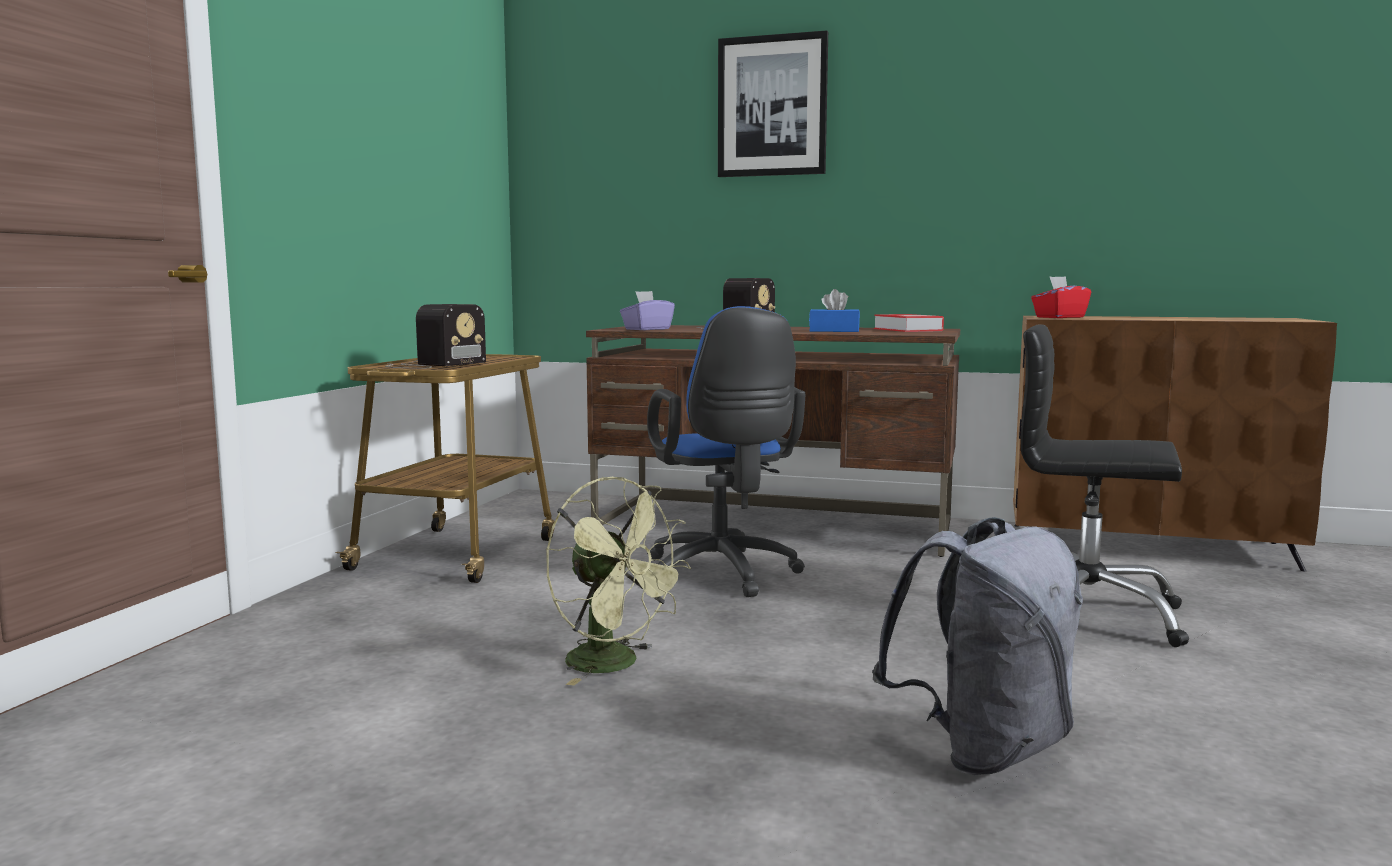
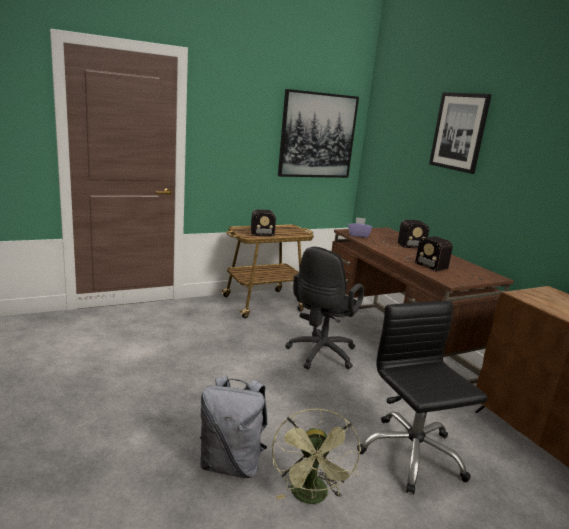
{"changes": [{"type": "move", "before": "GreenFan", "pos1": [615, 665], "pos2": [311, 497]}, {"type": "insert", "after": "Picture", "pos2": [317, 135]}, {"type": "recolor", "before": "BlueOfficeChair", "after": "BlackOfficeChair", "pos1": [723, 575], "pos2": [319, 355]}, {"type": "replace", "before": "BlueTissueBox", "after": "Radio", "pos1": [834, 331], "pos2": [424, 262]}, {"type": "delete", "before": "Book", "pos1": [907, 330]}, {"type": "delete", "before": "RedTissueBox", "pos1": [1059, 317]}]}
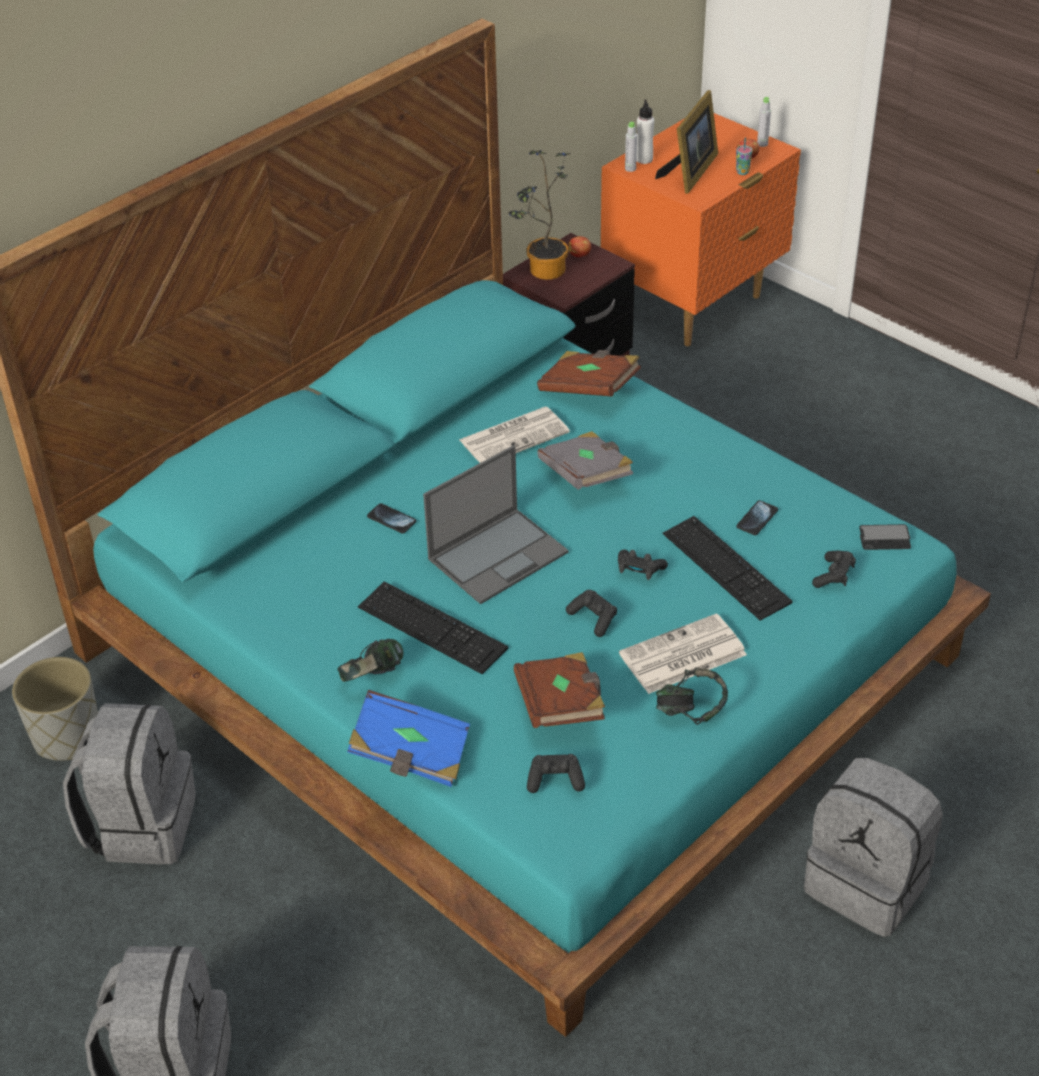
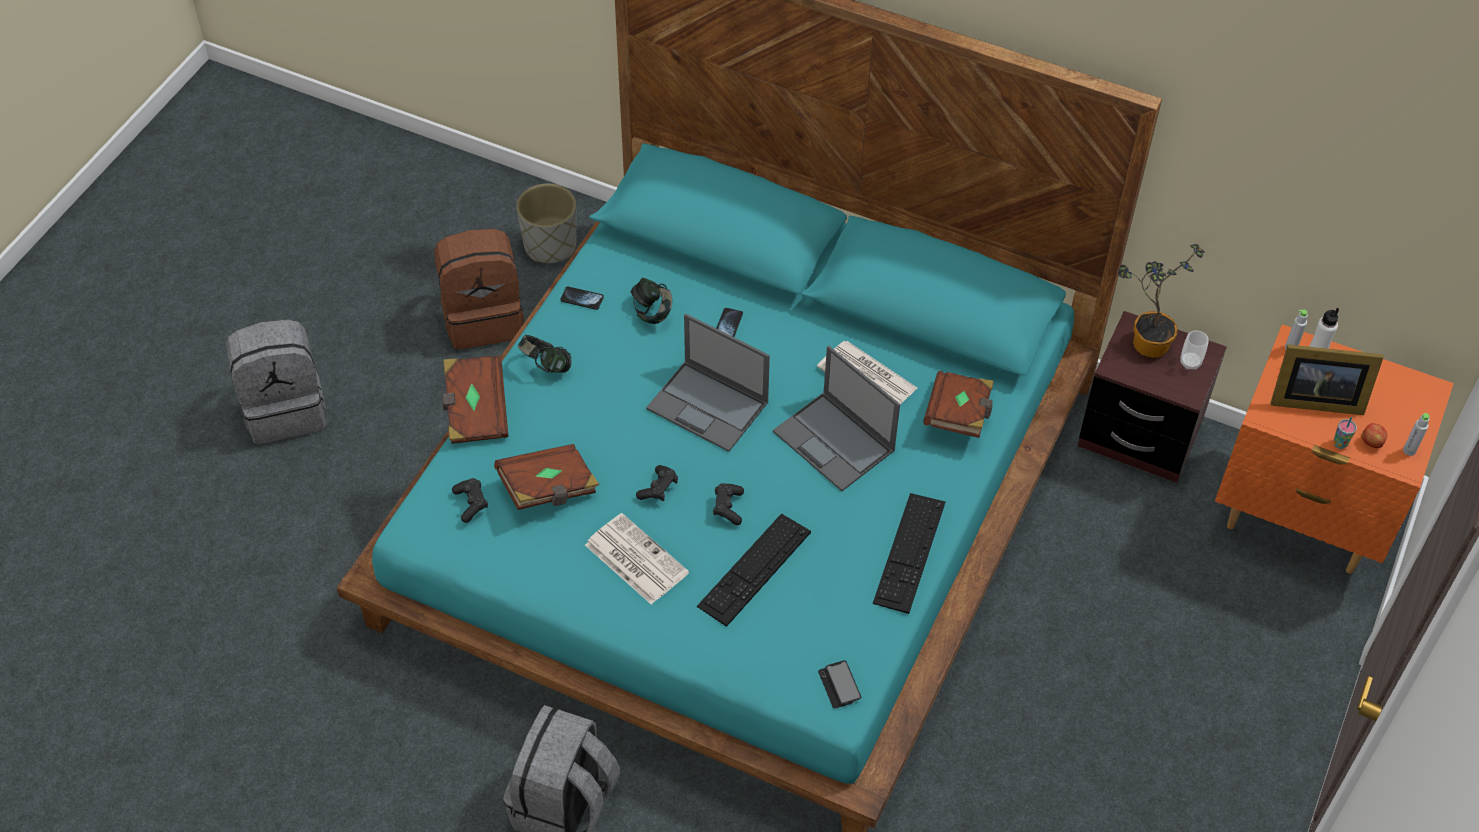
{"changes": [{"type": "recolor", "before": "GreyBackpack", "after": "BrownBackpack", "pos1": [141, 824], "pos2": [484, 318]}, {"type": "recolor", "before": "BlueBook", "after": "BrownBook", "pos1": [410, 755], "pos2": [475, 411]}, {"type": "move", "before": "Phone", "pos1": [757, 519], "pos2": [582, 299]}, {"type": "move", "before": "Headphones", "pos1": [690, 712], "pos2": [652, 312]}, {"type": "replace", "before": "GreyBook", "after": "Laptop", "pos1": [586, 476], "pos2": [835, 442]}, {"type": "move", "before": "Keyboard", "pos1": [431, 627], "pos2": [909, 552]}, {"type": "replace", "before": "Apple", "after": "Cup", "pos1": [579, 255], "pos2": [1190, 363]}, {"type": "delete", "before": "BlackGameController", "pos1": [834, 576]}]}
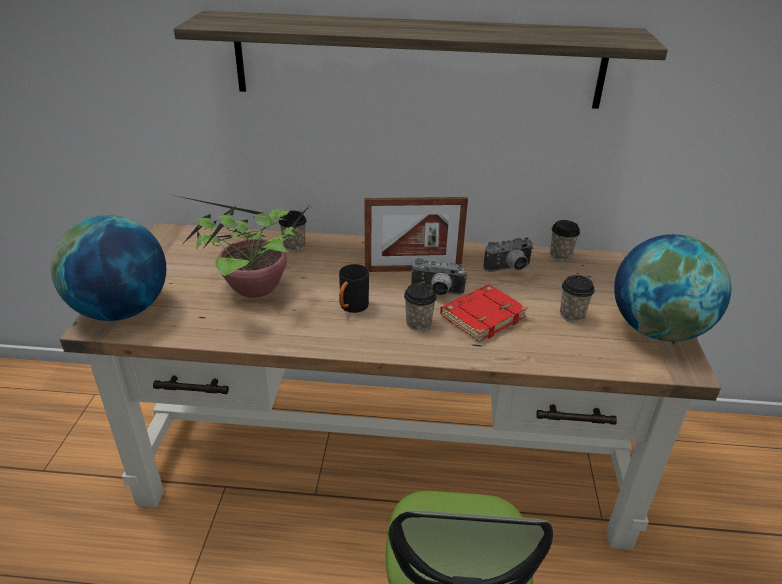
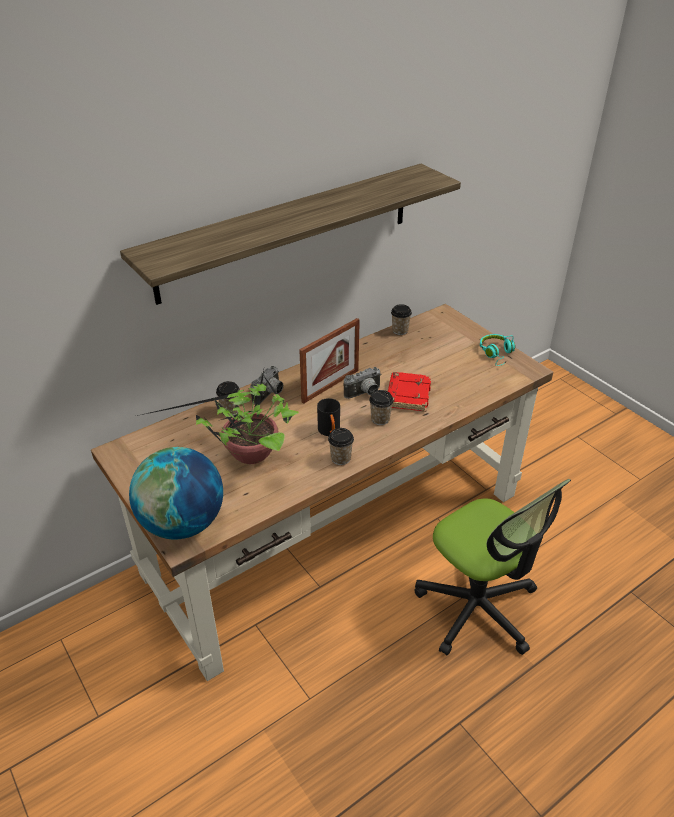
{"changes": [{"type": "move", "before": "PhotoCamera", "pos1": [509, 269], "pos2": [270, 395]}, {"type": "move", "before": "Cup", "pos1": [572, 315], "pos2": [340, 458]}, {"type": "replace", "before": "Globe", "after": "TurquoiseHeadphones", "pos1": [657, 330], "pos2": [497, 354]}]}
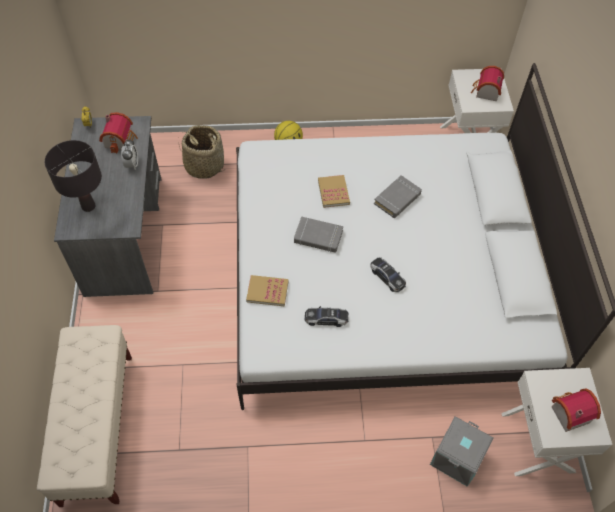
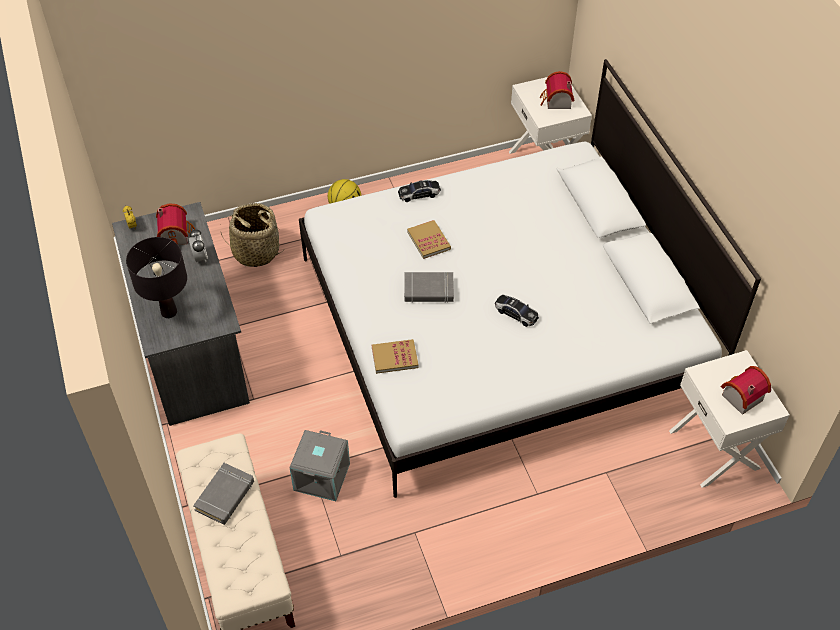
{"changes": [{"type": "move", "before": "GreyBook", "pos1": [397, 199], "pos2": [225, 496]}, {"type": "move", "before": "GreyStorageBox", "pos1": [458, 458], "pos2": [322, 477]}, {"type": "move", "before": "ToyCar", "pos1": [326, 319], "pos2": [419, 194]}]}
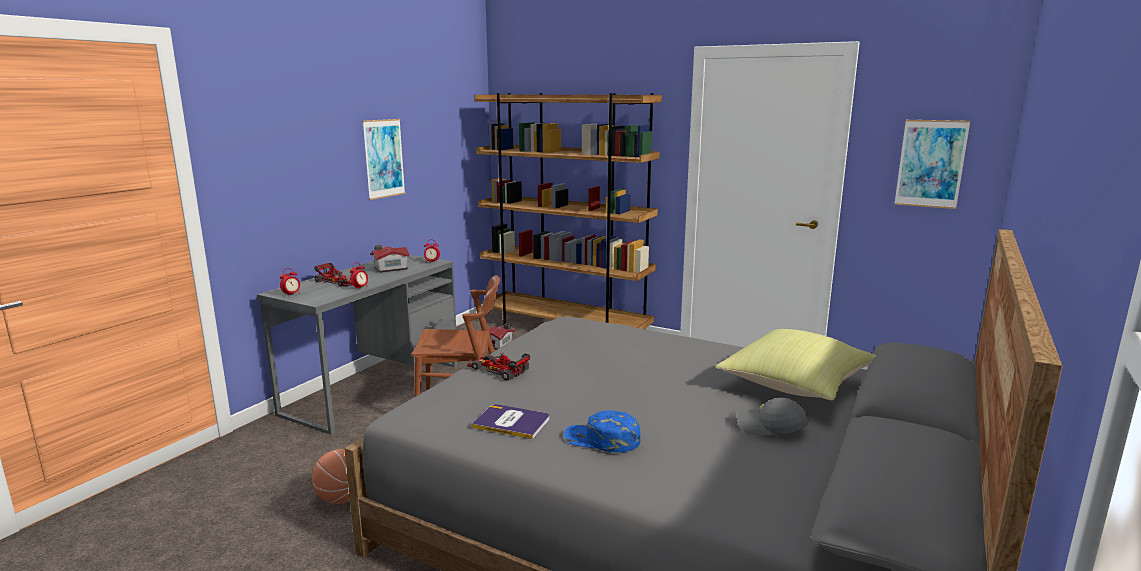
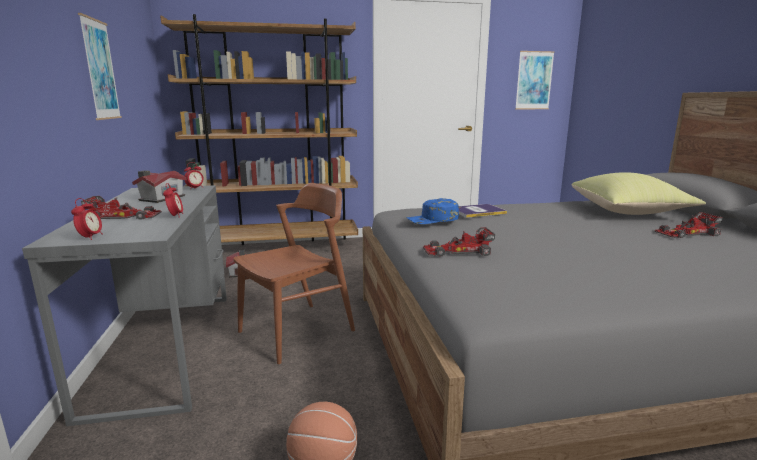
{"changes": [{"type": "move", "before": "BlueCap", "pos1": [602, 439], "pos2": [433, 219]}, {"type": "move", "before": "Book", "pos1": [512, 422], "pos2": [477, 211]}, {"type": "replace", "before": "GreyCap", "after": "ToyCar", "pos1": [770, 427], "pos2": [686, 233]}]}
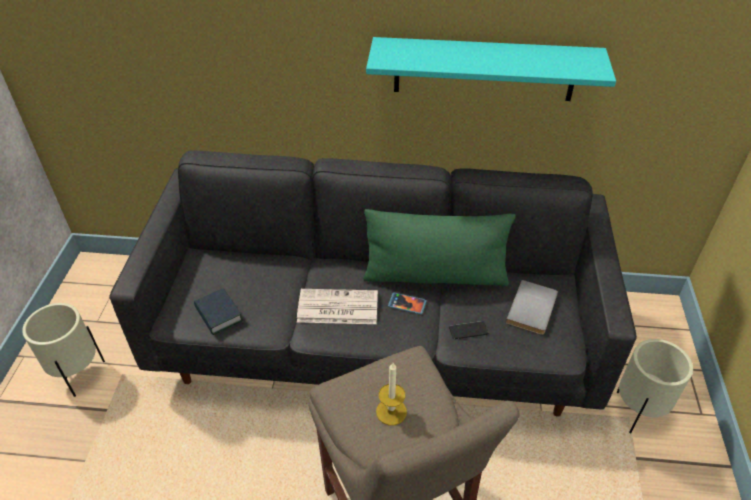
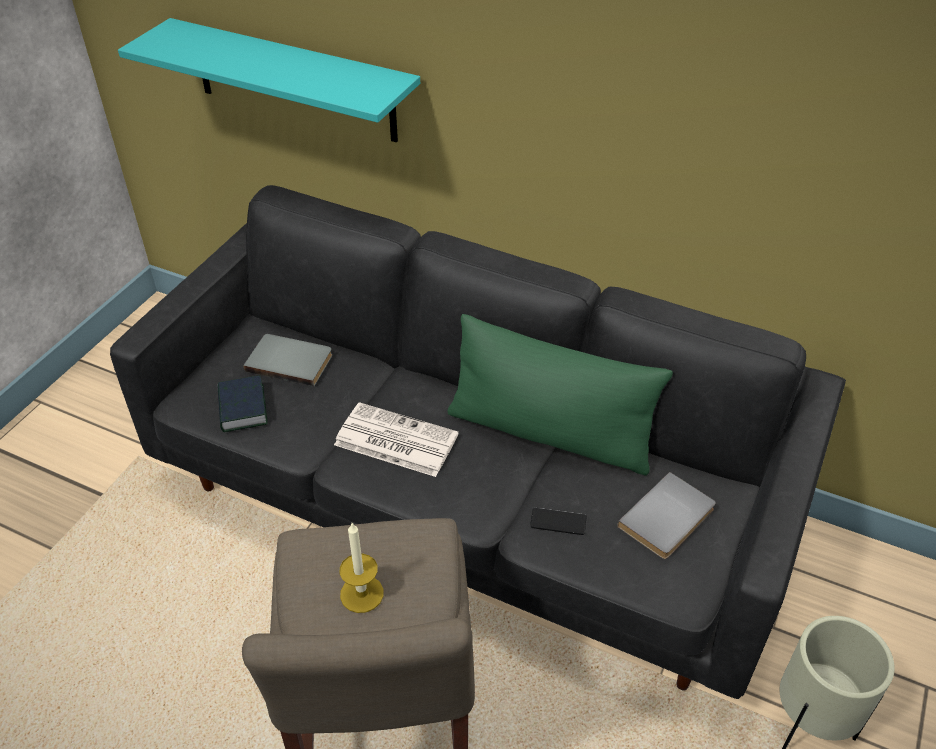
{"changes": [{"type": "move", "before": "TurquoiseShelf", "pos1": [484, 69], "pos2": [294, 81]}, {"type": "insert", "after": "GreyBook", "pos2": [290, 361]}, {"type": "delete", "before": "BeigePlanter", "pos1": [79, 375]}, {"type": "delete", "before": "Phone", "pos1": [407, 304]}]}
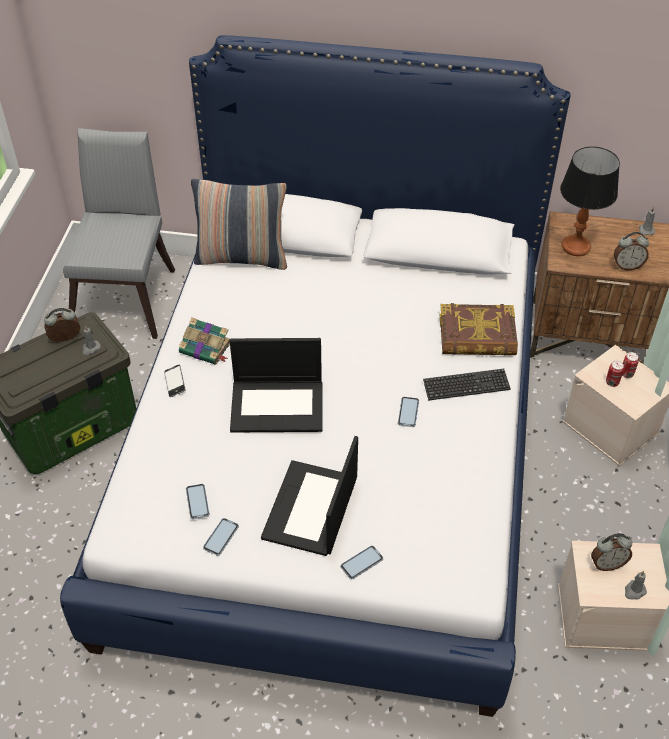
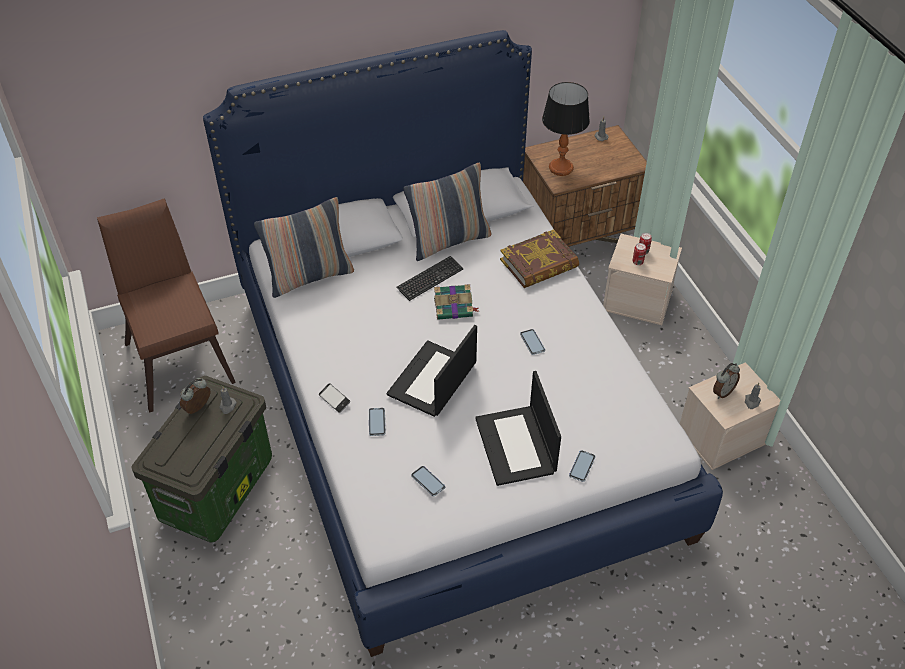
{"changes": [{"type": "recolor", "before": "GreyChair", "after": "BrownChair", "pos1": [126, 294], "pos2": [179, 356]}, {"type": "move", "before": "Phone", "pos1": [221, 537], "pos2": [377, 422]}, {"type": "rotate", "before": "Laptop", "pos1": [278, 405], "pos2": [432, 380], "turn": 150}, {"type": "move", "before": "Keyboard", "pos1": [466, 386], "pos2": [430, 279]}, {"type": "insert", "after": "Pillow", "pos2": [449, 241]}, {"type": "move", "before": "Book", "pos1": [206, 348], "pos2": [454, 308]}, {"type": "delete", "before": "AlarmClock", "pos1": [627, 266]}]}
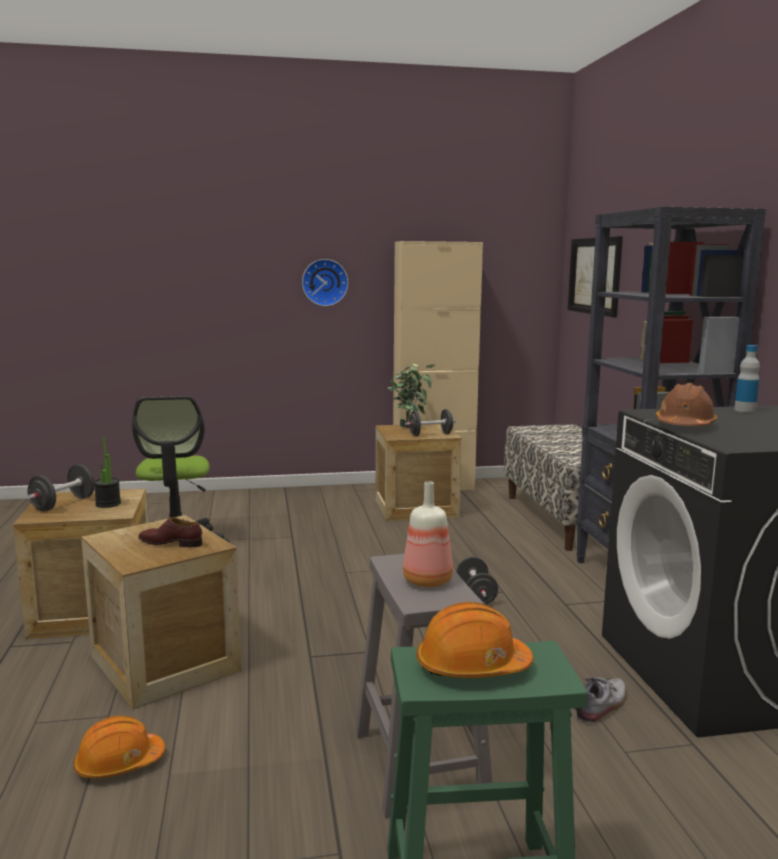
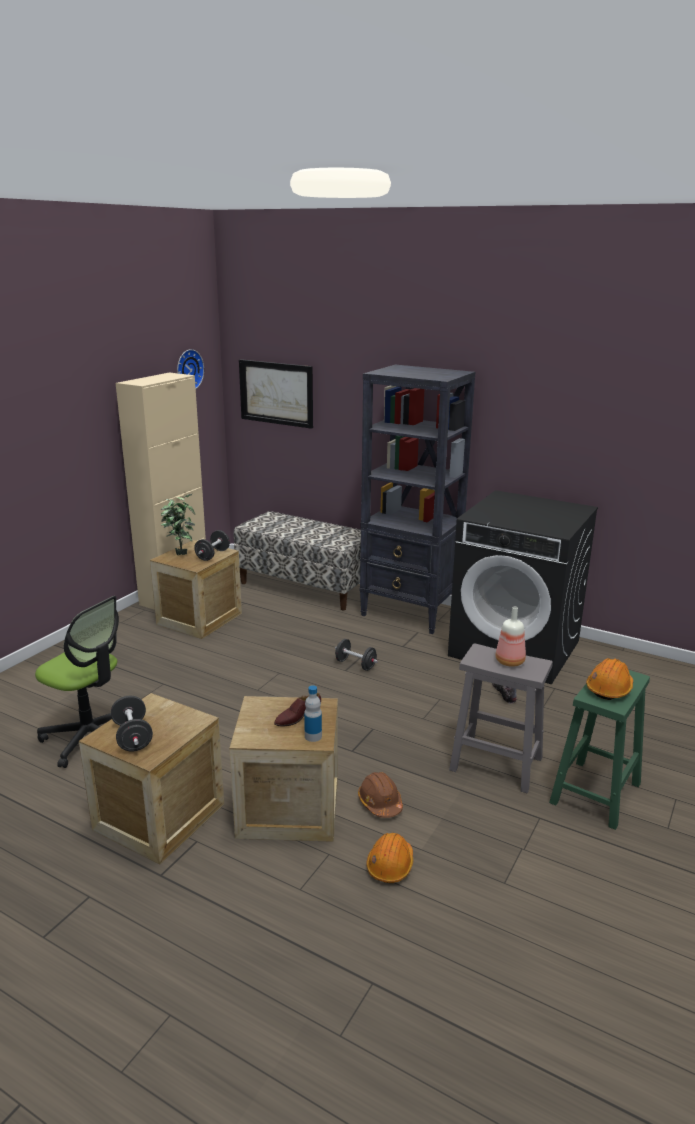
{"changes": [{"type": "move", "before": "WallClock", "pos1": [324, 282], "pos2": [188, 369]}, {"type": "move", "before": "Bottle", "pos1": [744, 410], "pos2": [313, 736]}, {"type": "move", "before": "BrownHardHat", "pos1": [684, 425], "pos2": [380, 803]}, {"type": "delete", "before": "PottedPlant", "pos1": [108, 504]}]}
